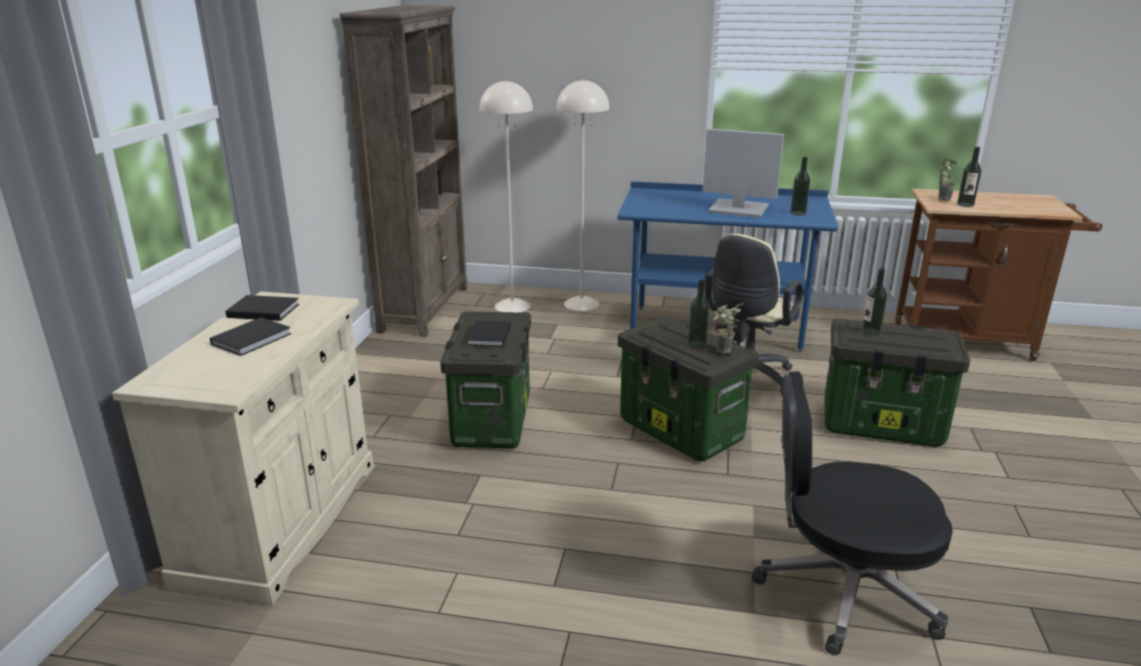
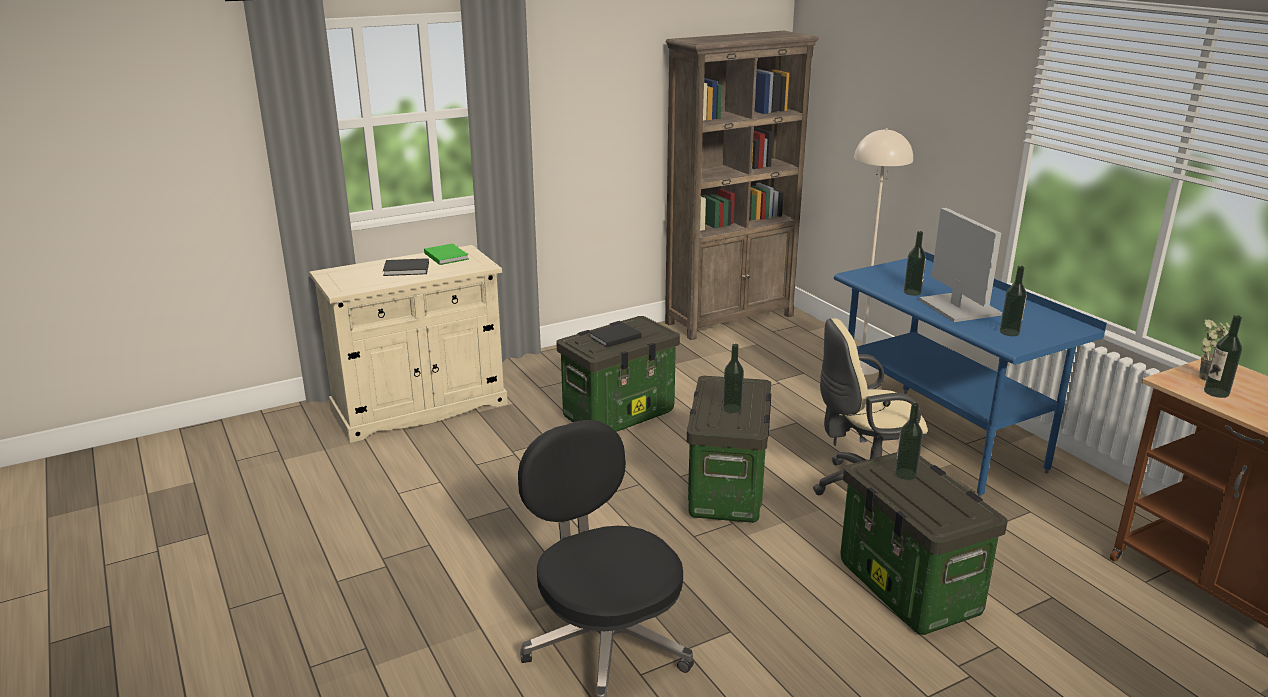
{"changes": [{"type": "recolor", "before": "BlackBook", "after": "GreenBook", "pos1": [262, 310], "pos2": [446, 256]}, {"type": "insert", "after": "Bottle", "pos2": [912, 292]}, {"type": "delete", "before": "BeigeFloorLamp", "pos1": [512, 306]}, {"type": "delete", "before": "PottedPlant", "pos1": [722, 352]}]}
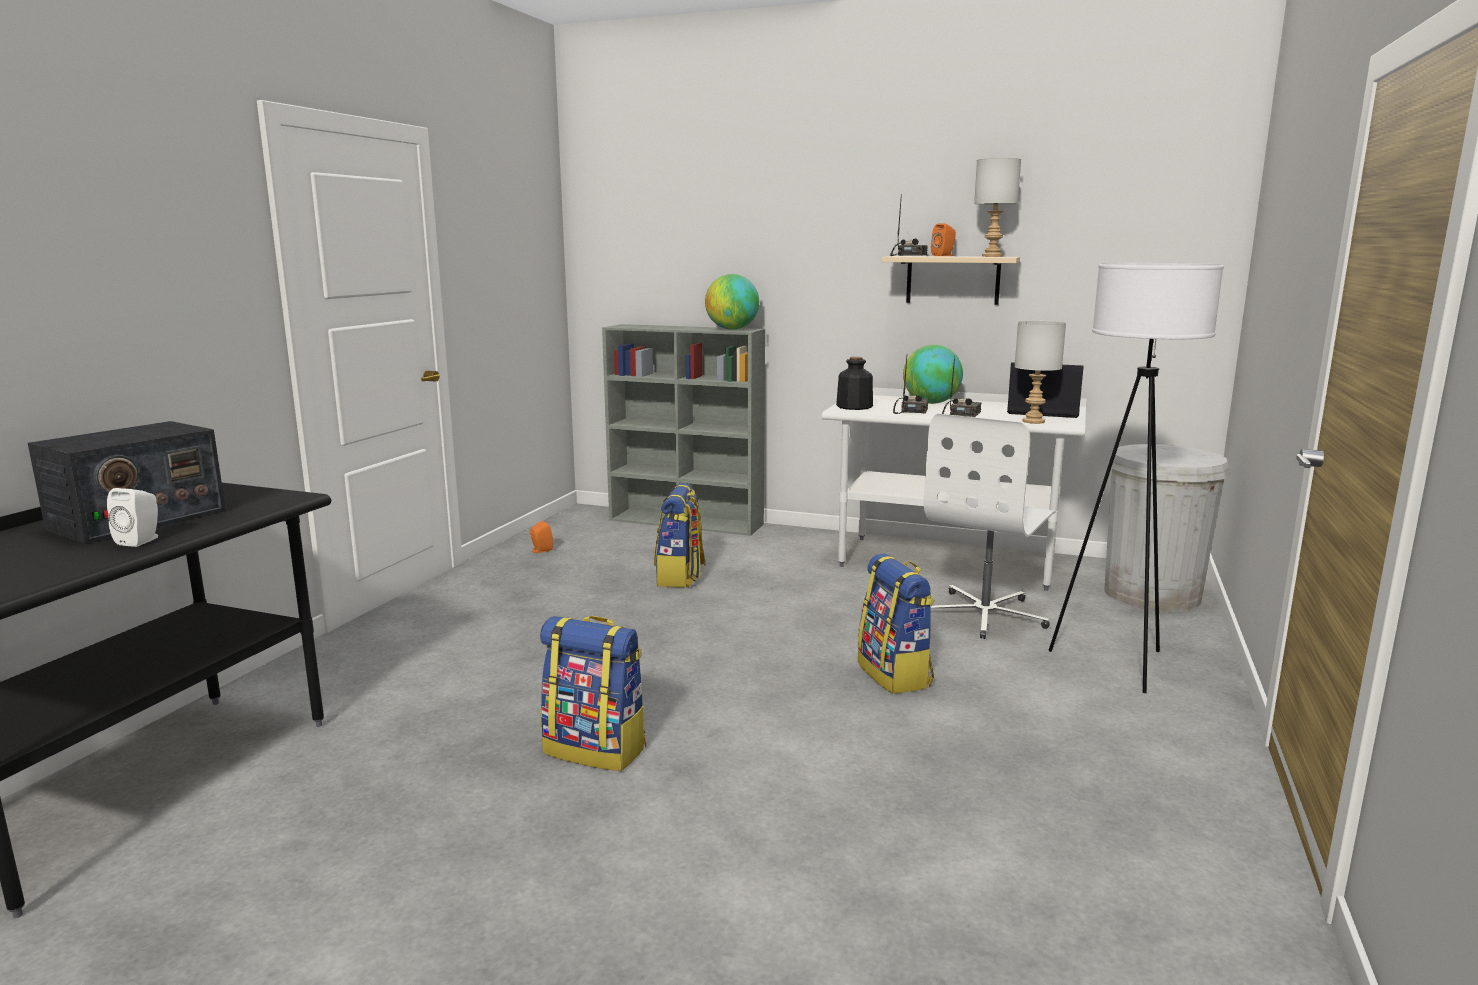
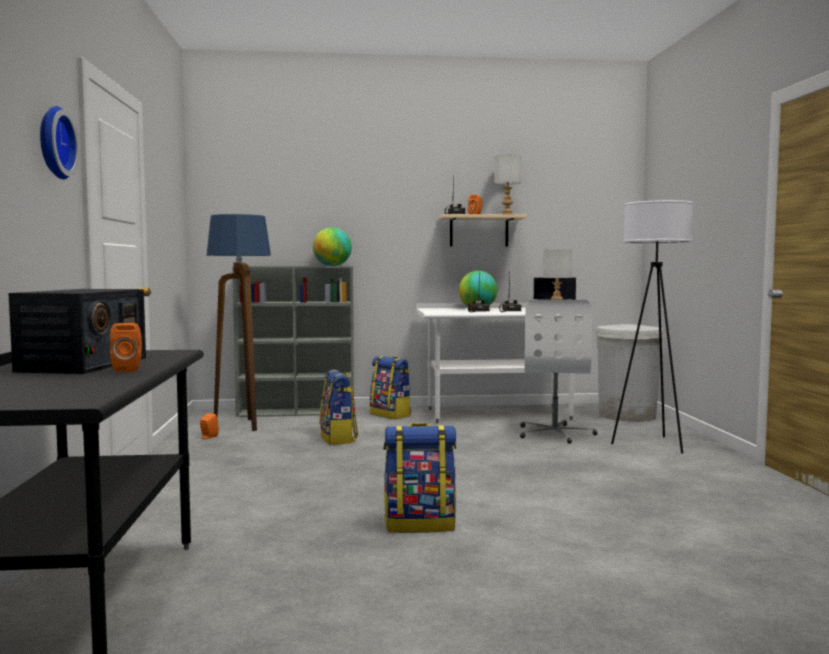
{"changes": [{"type": "insert", "after": "WallClock", "pos2": [53, 143]}, {"type": "recolor", "before": "WhiteSpeaker", "after": "OrangeSpeaker", "pos1": [141, 540], "pos2": [128, 370]}, {"type": "insert", "after": "FloorLamp", "pos2": [242, 426]}, {"type": "move", "before": "Backpack", "pos1": [895, 675], "pos2": [391, 415]}, {"type": "delete", "before": "Bottle", "pos1": [854, 407]}]}
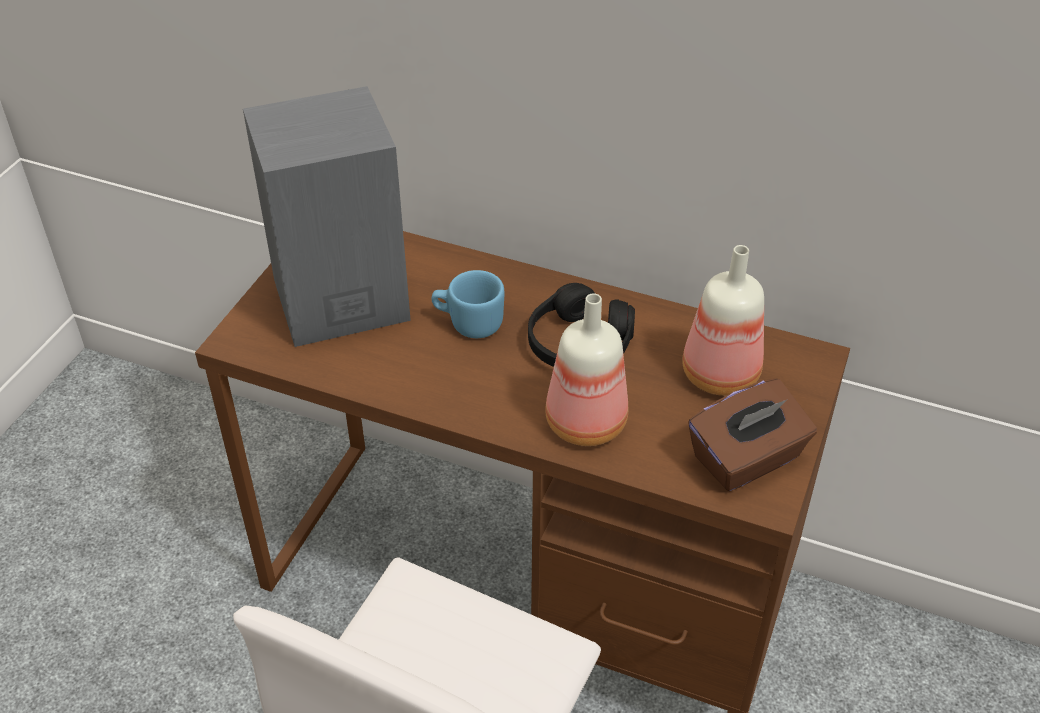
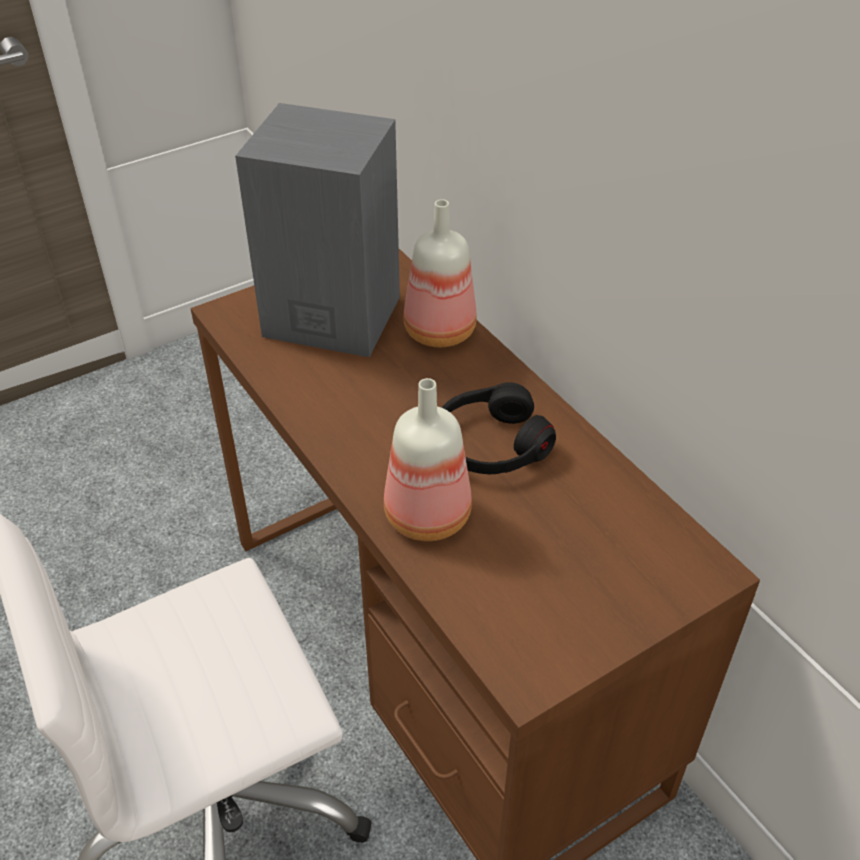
{"changes": [{"type": "move", "before": "Bottle", "pos1": [719, 376], "pos2": [437, 332]}, {"type": "delete", "before": "BlueMug", "pos1": [468, 323]}, {"type": "delete", "before": "BrownTissueBox", "pos1": [747, 459]}]}
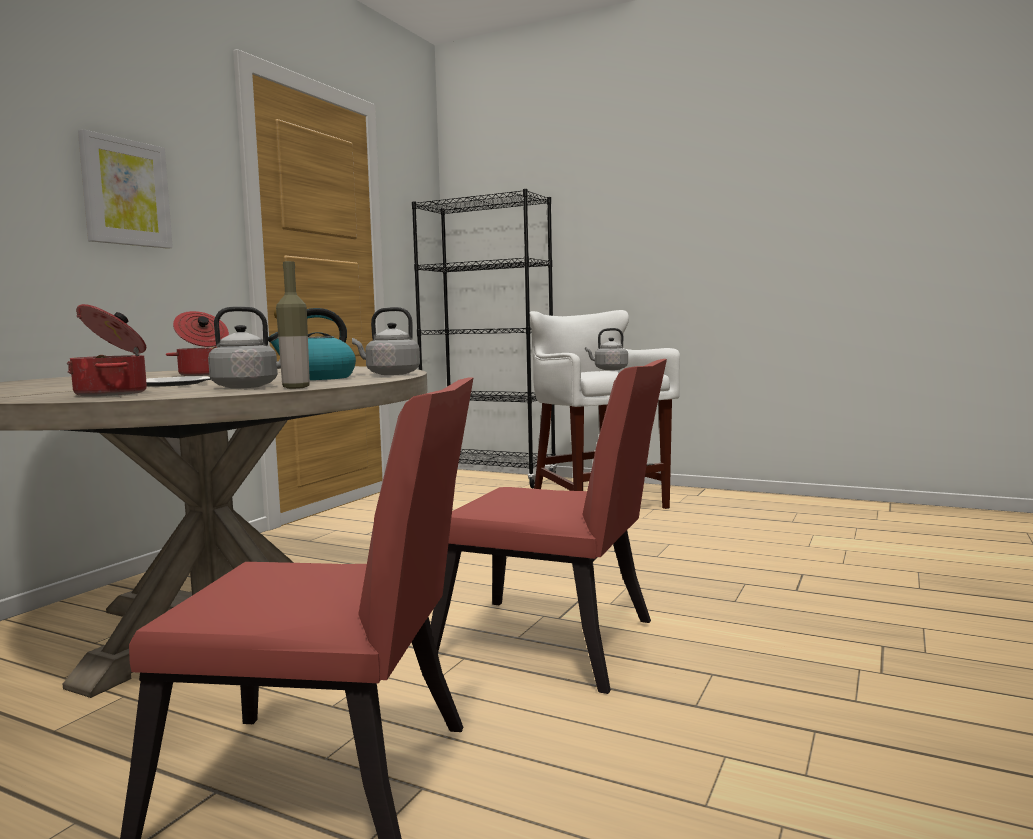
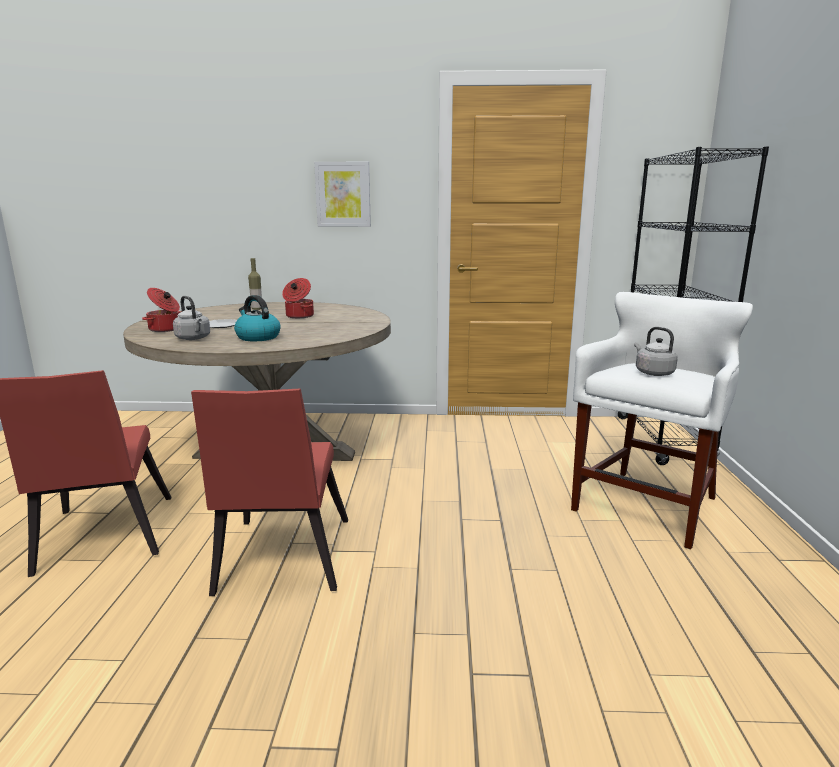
{"changes": [{"type": "move", "before": "Bottle", "pos1": [296, 387], "pos2": [257, 309]}, {"type": "delete", "before": "GreyKettle", "pos1": [390, 374]}]}
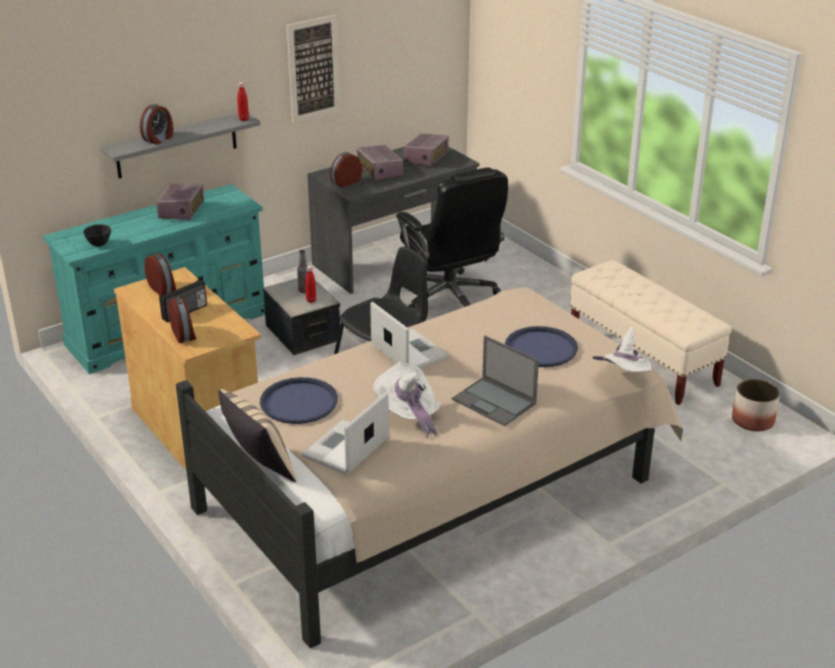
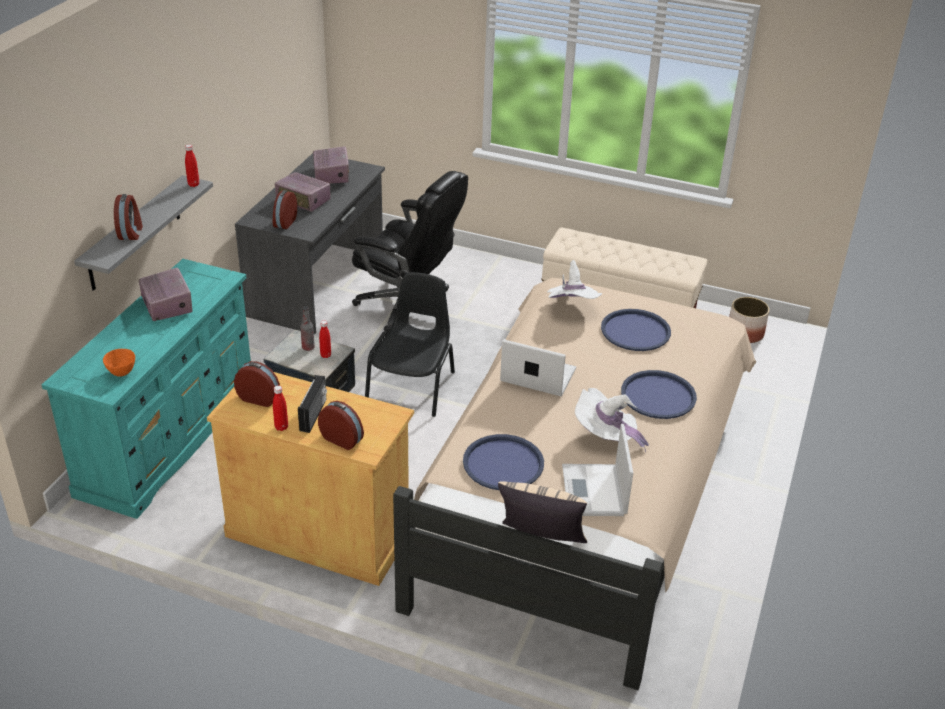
{"changes": [{"type": "recolor", "before": "BlackBowl", "after": "OrangeBowl", "pos1": [98, 244], "pos2": [121, 372]}, {"type": "insert", "after": "RedBottle", "pos2": [281, 427]}, {"type": "move", "before": "WhiteHat", "pos1": [623, 380], "pos2": [571, 308]}, {"type": "replace", "before": "Laptop", "after": "BlueTray", "pos1": [495, 402], "pos2": [658, 395]}, {"type": "delete", "before": "Picture", "pos1": [313, 69]}]}
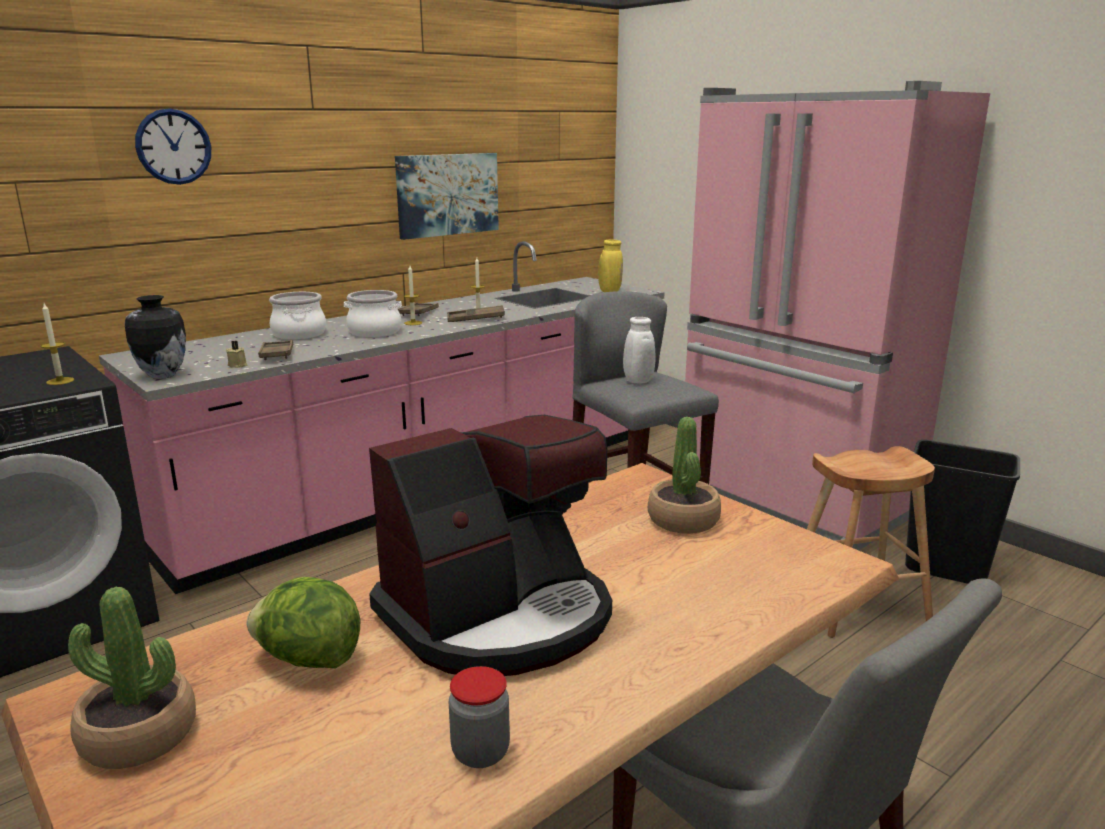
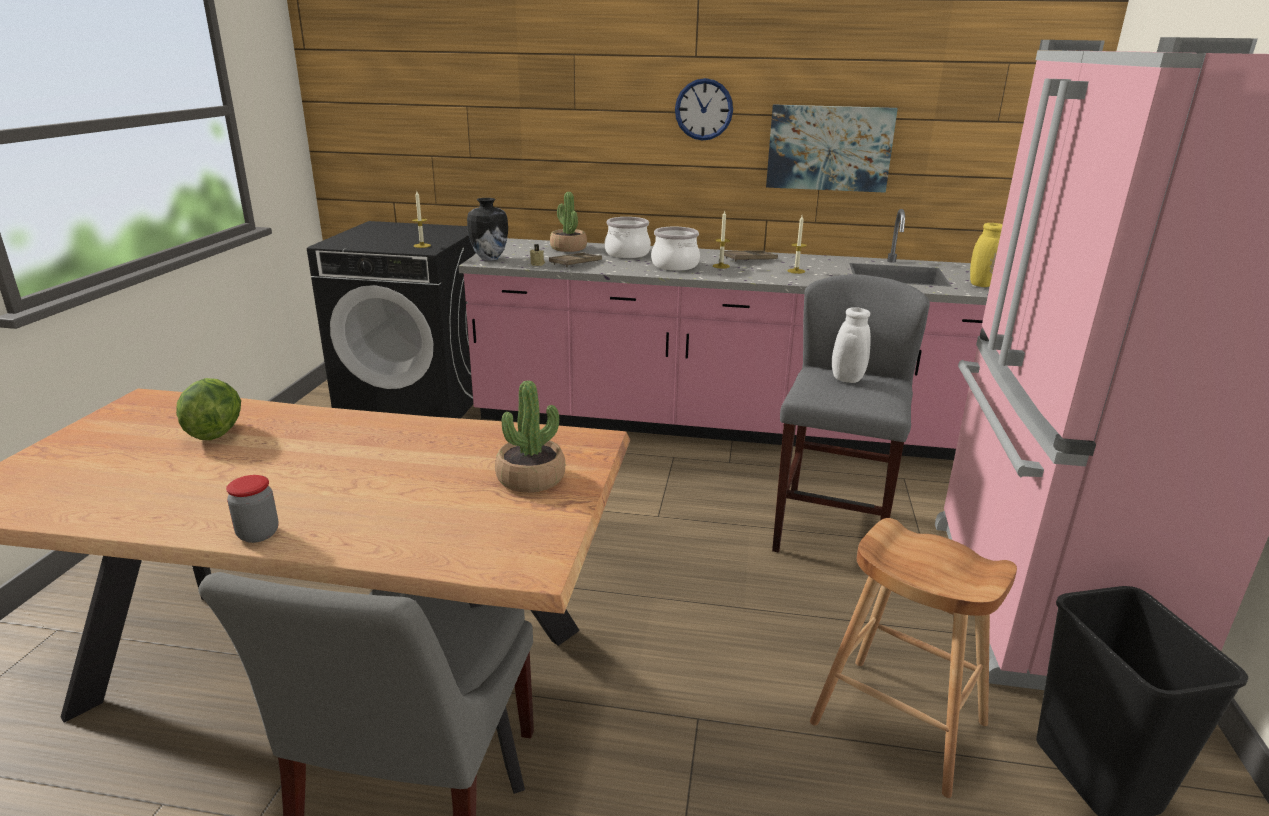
{"changes": [{"type": "move", "before": "Jar", "pos1": [480, 752], "pos2": [258, 534]}, {"type": "move", "before": "PottedPlant", "pos1": [138, 735], "pos2": [568, 248]}, {"type": "move", "before": "WallClock", "pos1": [173, 147], "pos2": [704, 109]}, {"type": "delete", "before": "CoffeeMachine", "pos1": [499, 616]}, {"type": "delete", "before": "BrownTray", "pos1": [476, 319]}]}
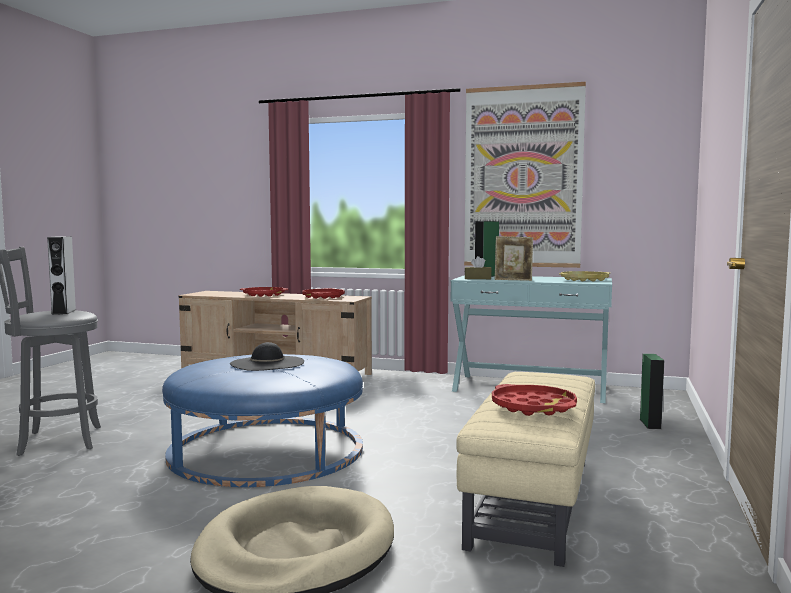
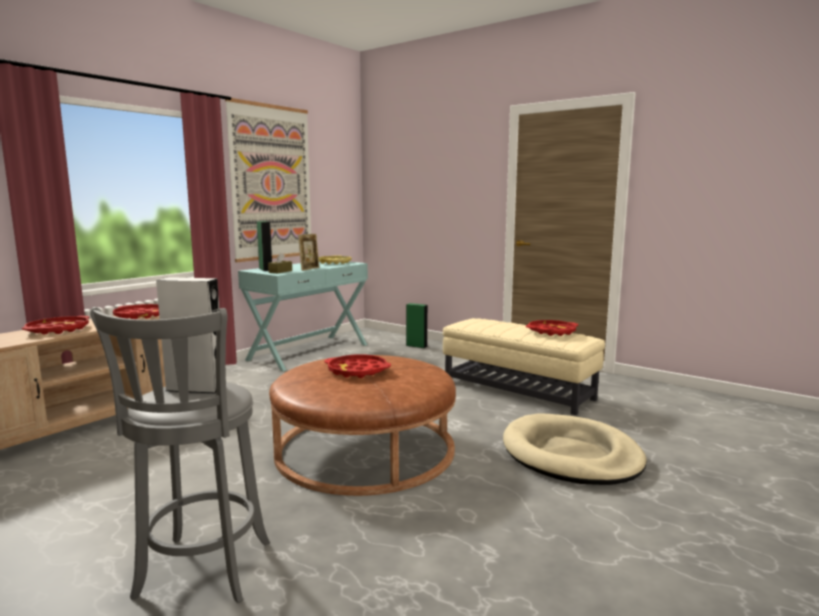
{"changes": [{"type": "recolor", "before": "BlueOttoman", "after": "BrownOttoman", "pos1": [266, 449], "pos2": [365, 448]}, {"type": "replace", "before": "BlackHat", "after": "RedTray", "pos1": [267, 363], "pos2": [357, 371]}]}
